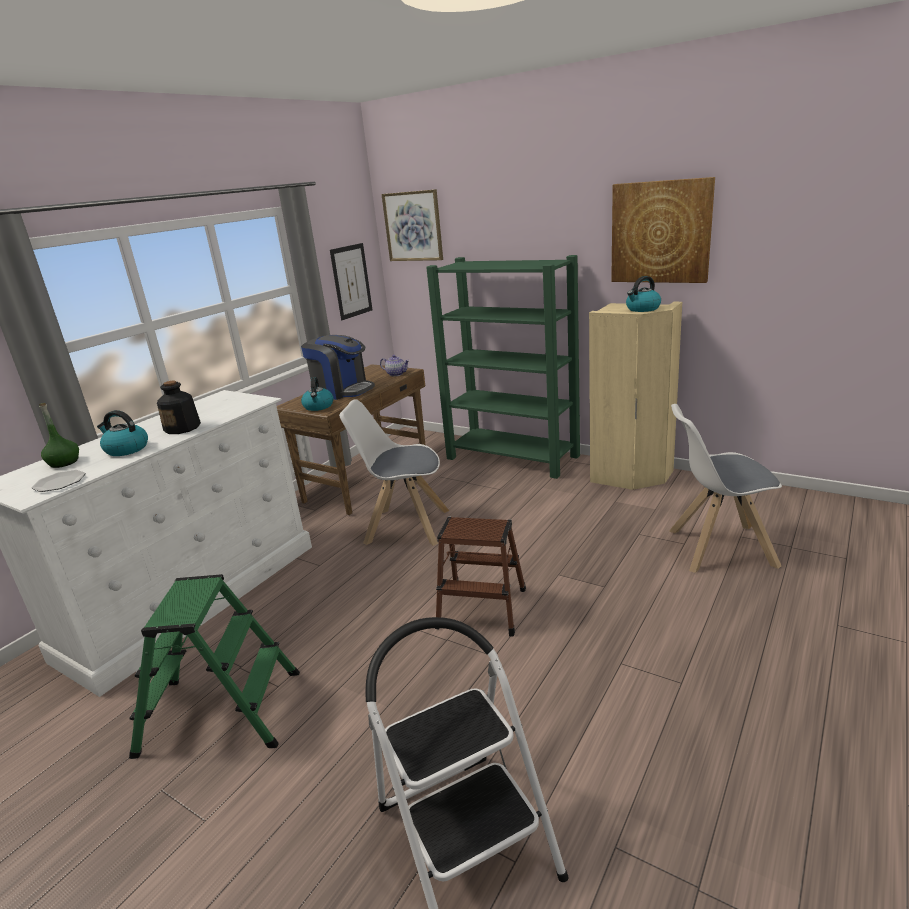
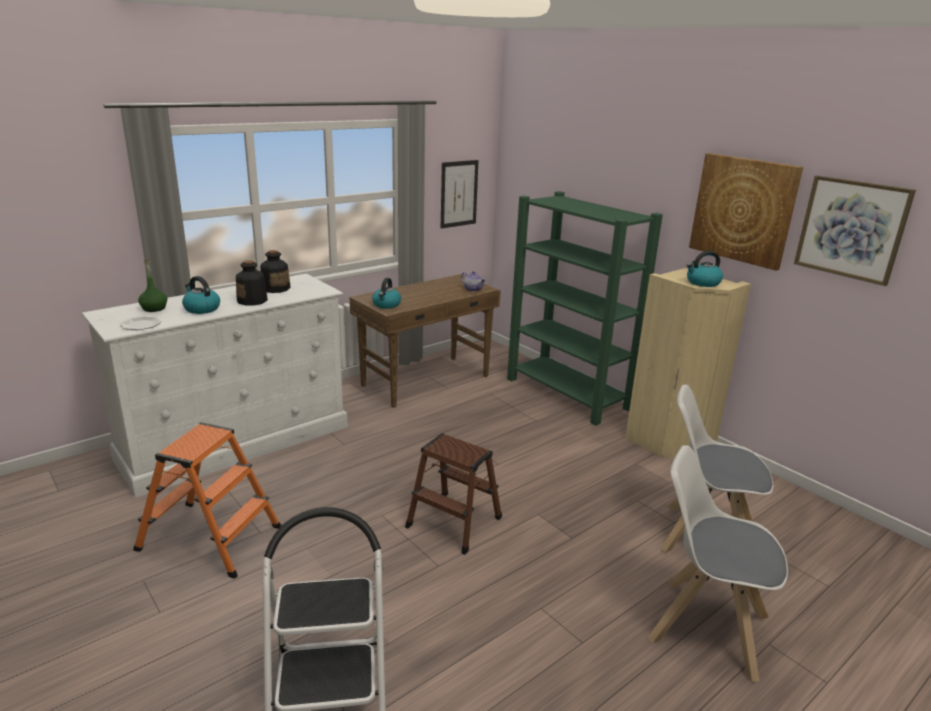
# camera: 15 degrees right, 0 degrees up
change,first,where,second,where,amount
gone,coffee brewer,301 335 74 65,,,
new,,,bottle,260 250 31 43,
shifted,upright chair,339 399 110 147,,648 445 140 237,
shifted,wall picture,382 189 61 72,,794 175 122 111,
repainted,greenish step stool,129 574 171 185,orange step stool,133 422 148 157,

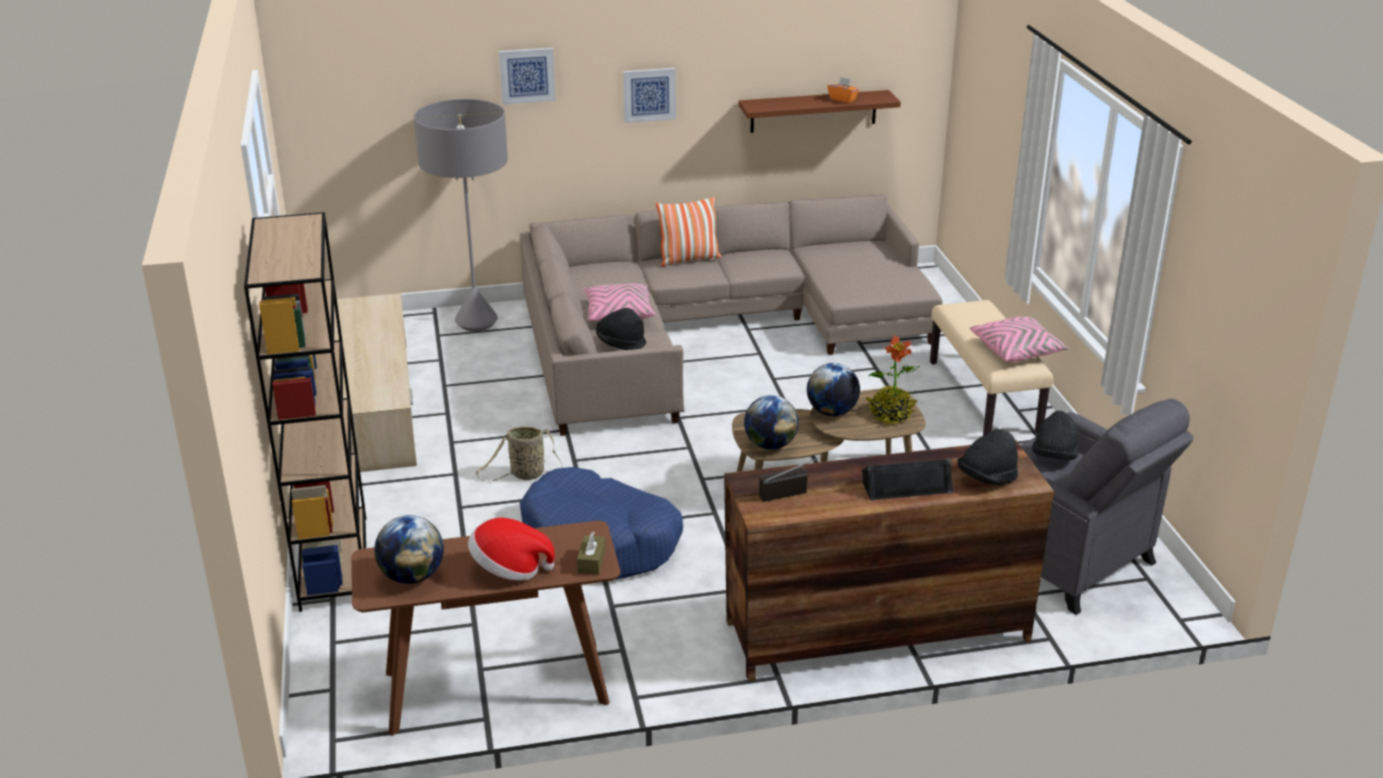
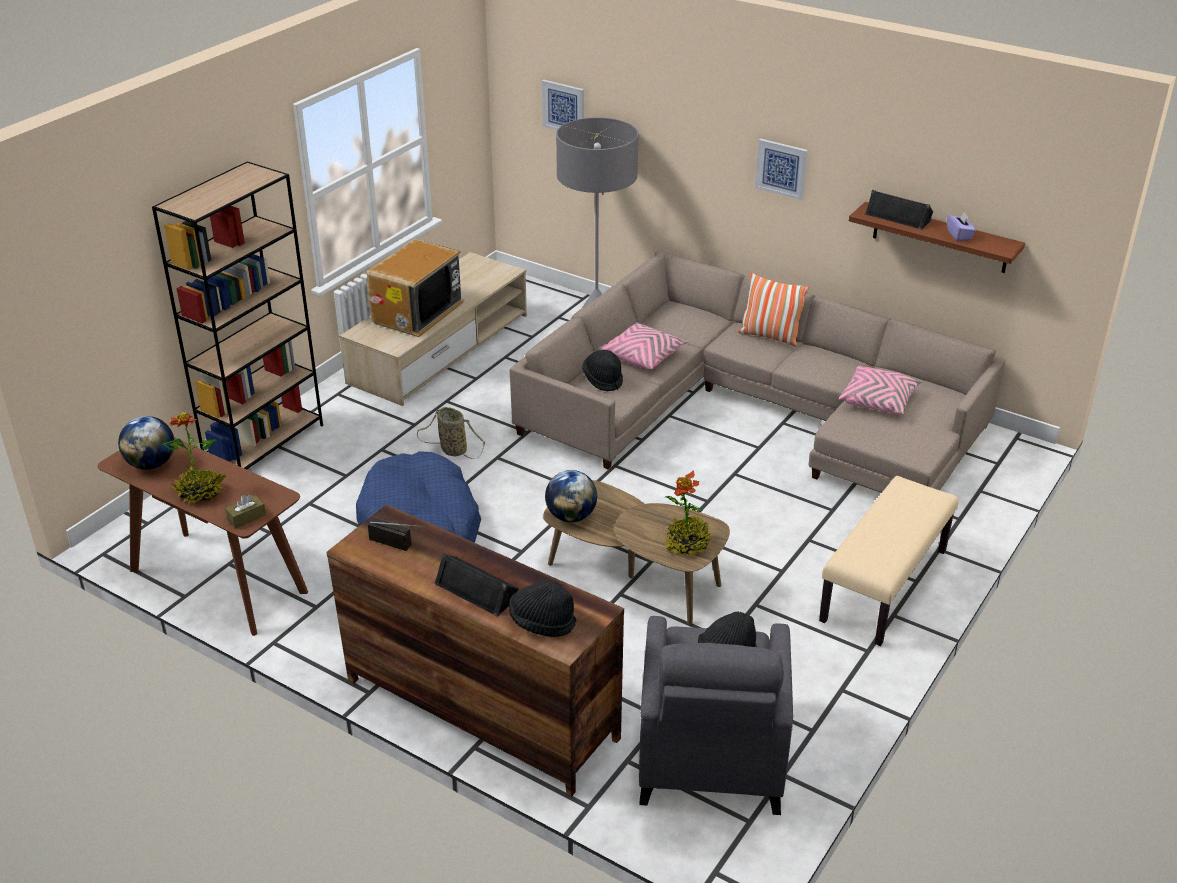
# camera: 45 degrees right, 5 degrees up
change,first,where,second,where,amount
gone,desk globe,807 363 53 53,,,
new,,,television,367 239 97 98,
new,,,black audio speaker,865 190 68 40,
shifted,wall picture,499 48 57 56,,542 80 42 50,
shifted,pink-coloured throw pillow,970 316 99 46,,839 366 83 49,
swapped,wearable hat,468 517 87 64,potted plant,163 412 63 92,
repainted,orange tissue box,828 77 31 26,purplish tissue box,947 212 29 29,

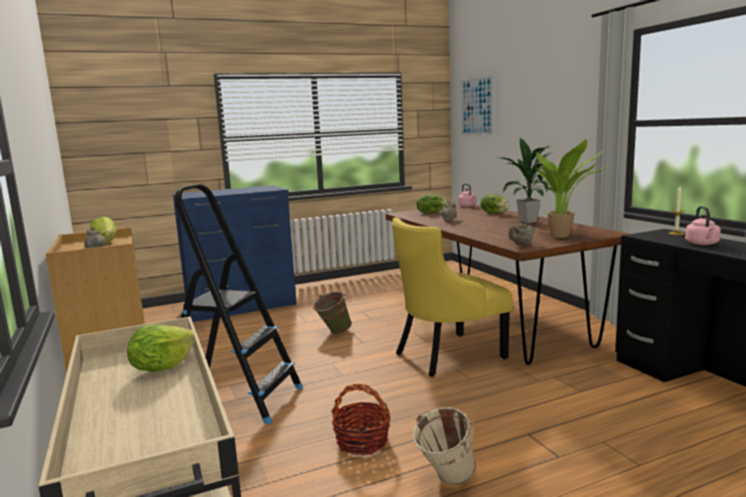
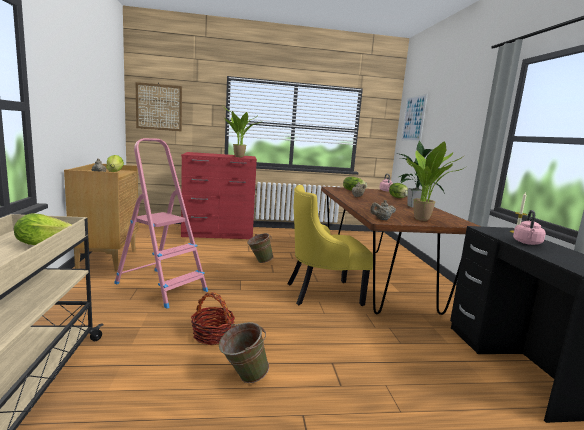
# camera: 15 degrees right, 0 degrees up
change,first,where,second,where,amount
new,,,wall picture,135 82 47 50,
new,,,potted plant,223 106 39 51,
repainted,bluish dresser,173 185 123 137,red dresser,181 152 76 87,
repainted,black step stool,175 184 128 240,pink-coloured step stool,114 138 94 170,
repainted,beige-coloured bucket,413 407 63 78,greenish bucket,219 322 50 61,

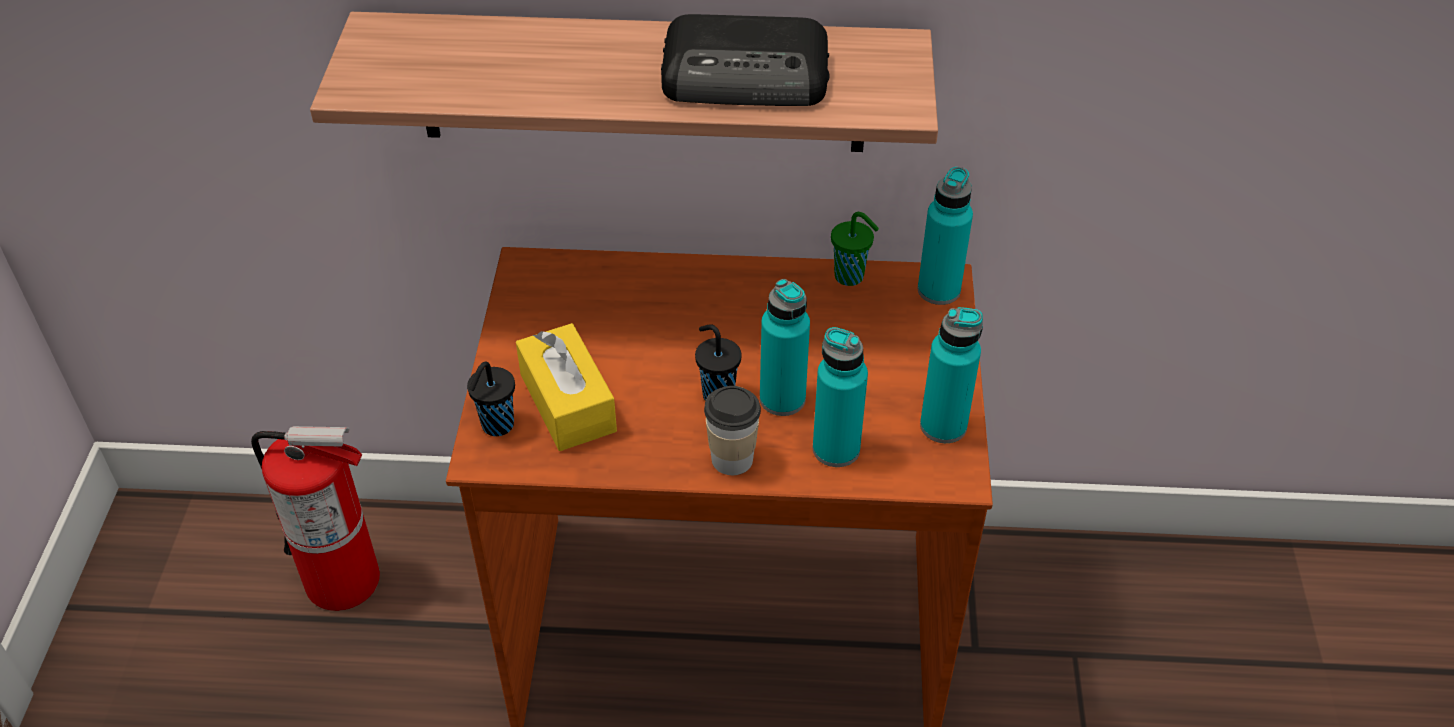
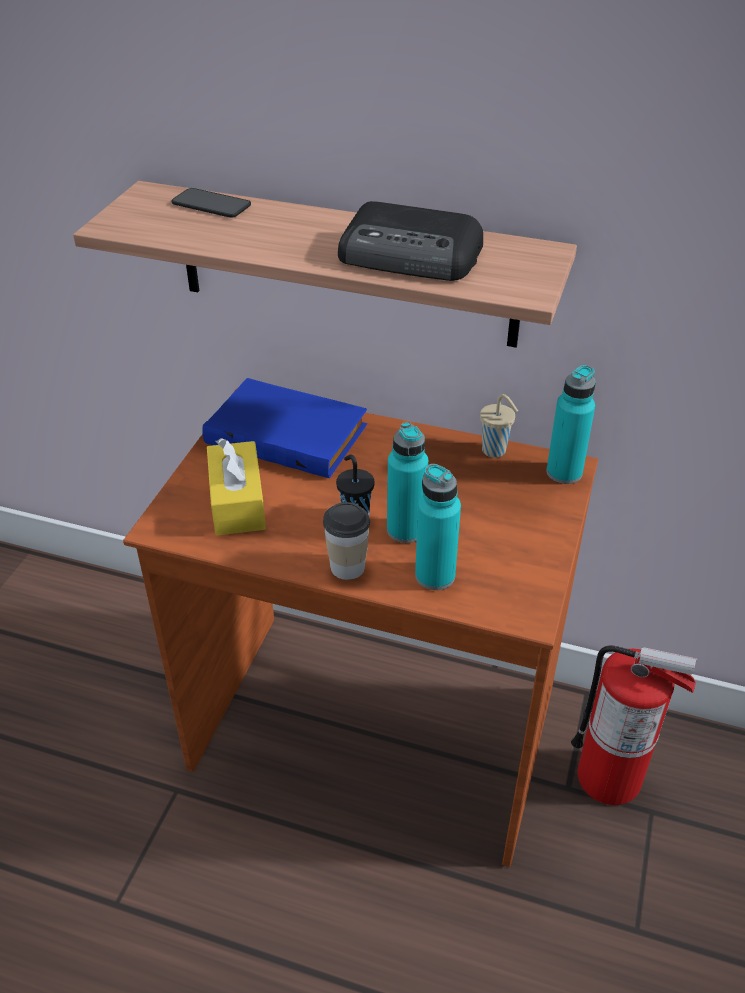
# camera: 15 degrees right, 5 degrees down
change,first,where,second,where,amount
gone,black drinking cup,467 362 48 74,,,
gone,turquoise bottle,920 307 63 136,,,
new,,,handset,172 188 79 30,
new,,,bluish bound book,202 378 165 100,
shifted,fire-fighting cylinder,251 426 129 185,,571 646 126 159,
repainted,greenish drinking cup,831 212 48 74,beige-coloured drinking cup,480 394 38 64,

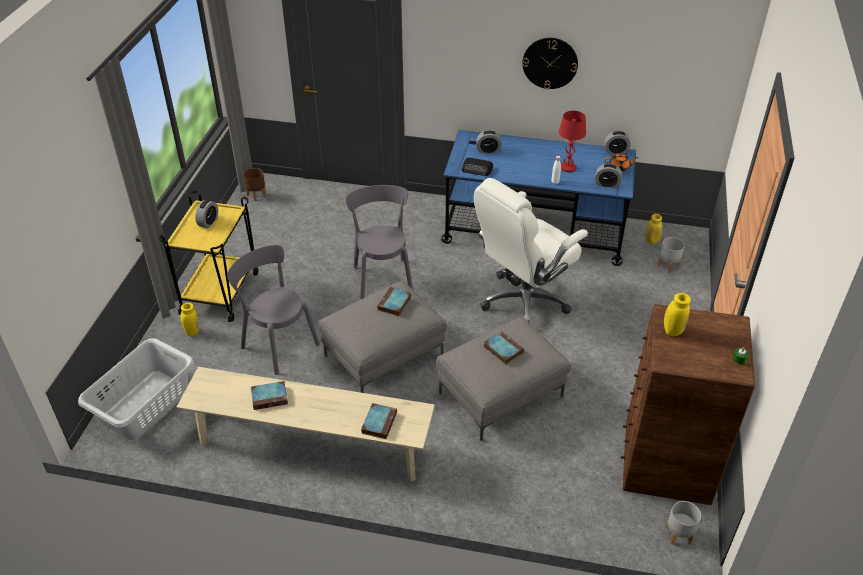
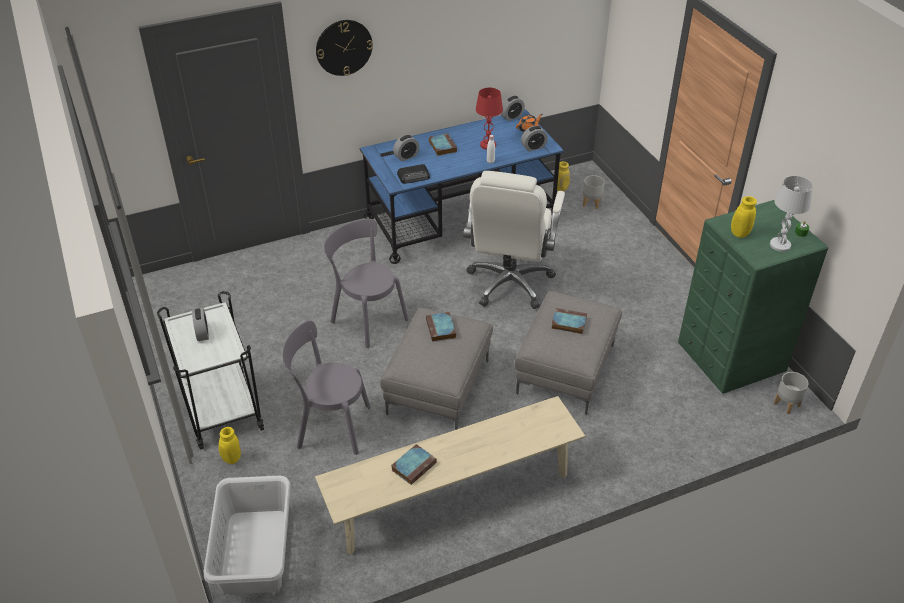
# camera: 35 degrees left, 0 degrees up
change,first,where,second,where,amount
gone,brown plant pot,243 168 24 33,,,
new,,,whitish table lamp,770 176 43 76,
shifted,bound book,361 403 36 36,,429 133 28 23,
shifted,clock on the wall,522 38 56 51,,316 20 57 56,
repainted,yellow-coloured trolley,159 191 100 131,whitish trolley,157 291 107 159,
repainted,brown dresser,621 304 134 201,greenish dresser,678 200 150 194,

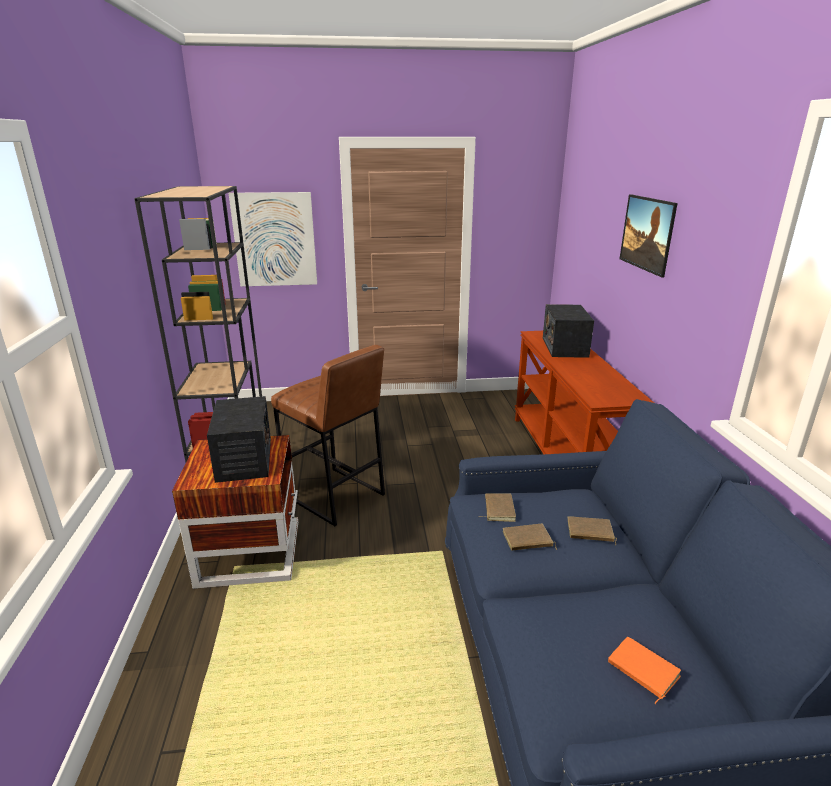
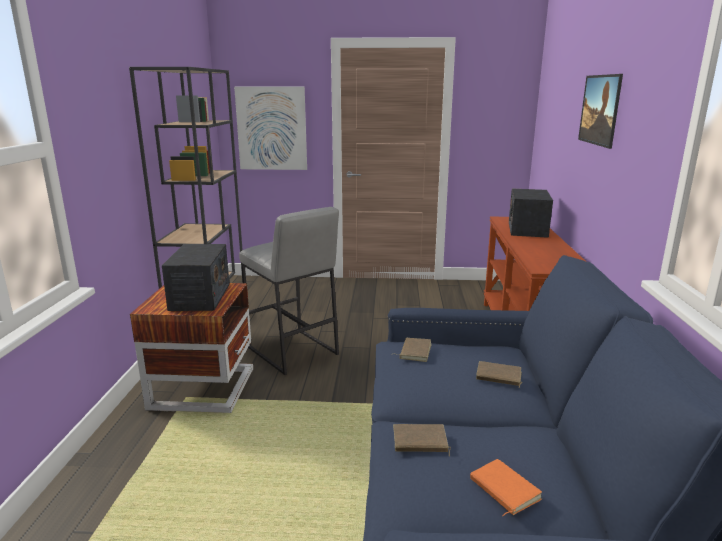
# camera: 10 degrees right, 5 degrees down
change,first,where,second,where,amount
shifted,brown bound book,502 523 55 28,,393 424 58 32,
repainted,brown stool,271 345 114 181,grey stool,239 207 100 168,

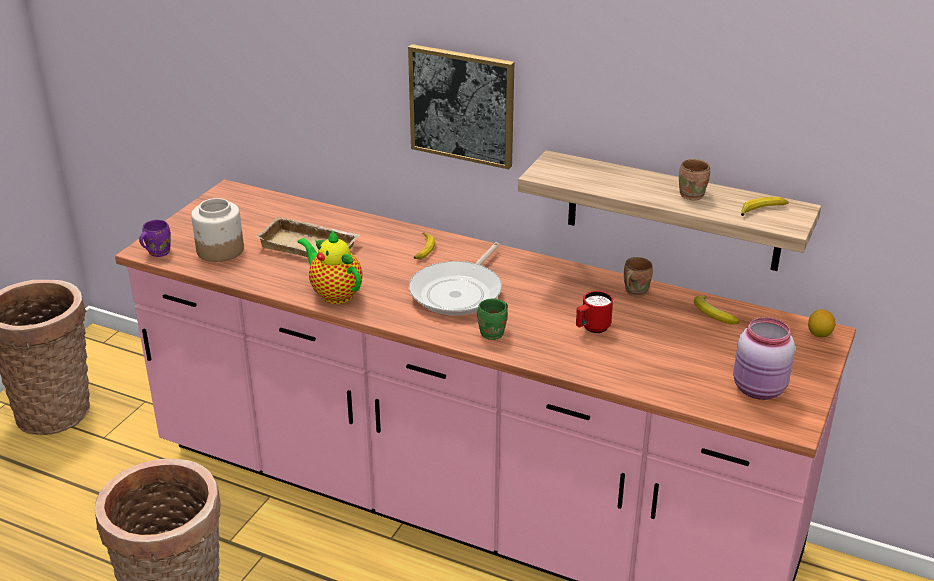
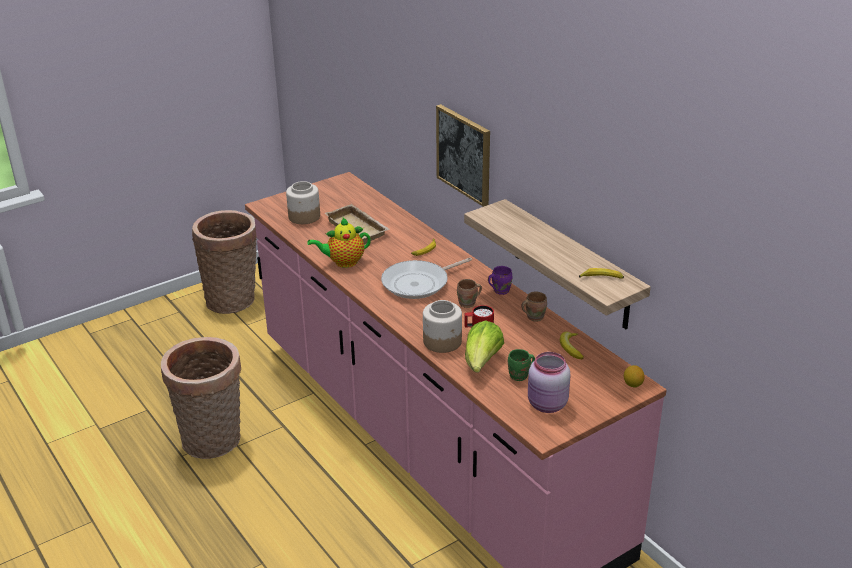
# camera: 30 degrees right, 0 degrees up
change,first,where,second,where,amount
new,,,jar,423 300 39 53,
new,,,head of lettuce,465 320 39 53,
shifted,purplish tea mug,139 220 32 37,,488 266 24 29,
shifted,greenish tea mug,477 298 31 42,,508 349 27 32,
shifted,brown tea mug,679 159 31 41,,457 279 25 29,
rotated,teapot,297 229 66 75,,307 217 64 51,90 degrees counterclockwise

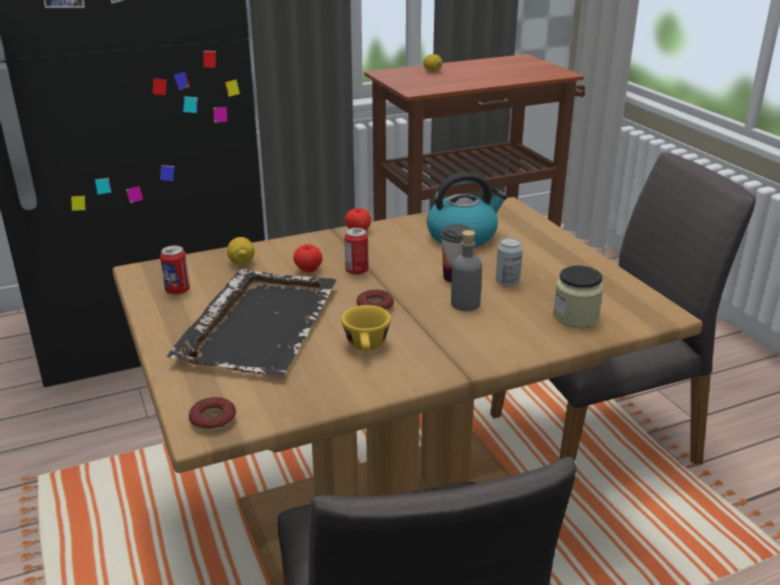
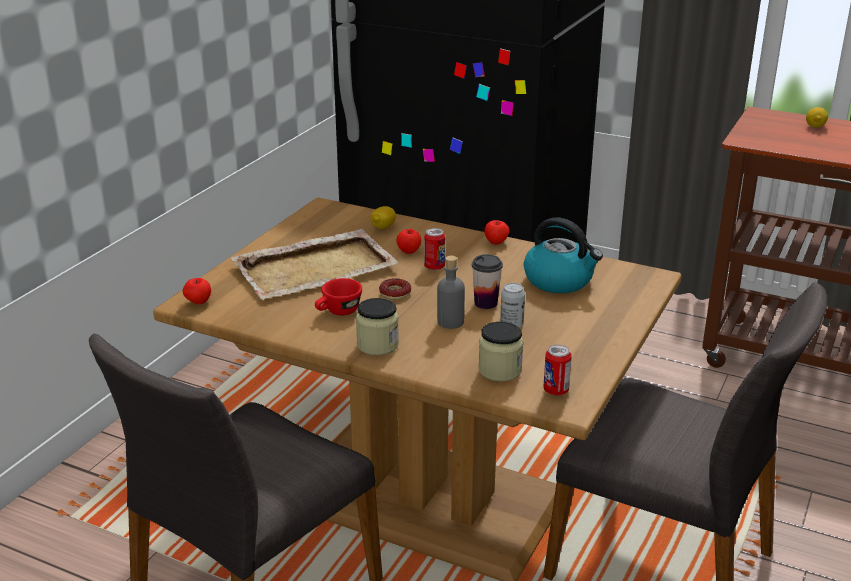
# camera: 50 degrees right, 0 degrees up
change,first,where,second,where,amount
new,,,jar,356 298 43 58,
shifted,metal can,160 246 30 49,,543 345 29 51,
swapped,donut,189 397 47 35,apple,183 278 28 26,
repainted,black tray,167 269 170 108,beige-coloured tray,231 229 168 71,
repainted,yellow-coloured drinking cup,341 305 50 47,red drinking cup,315 278 47 37,

